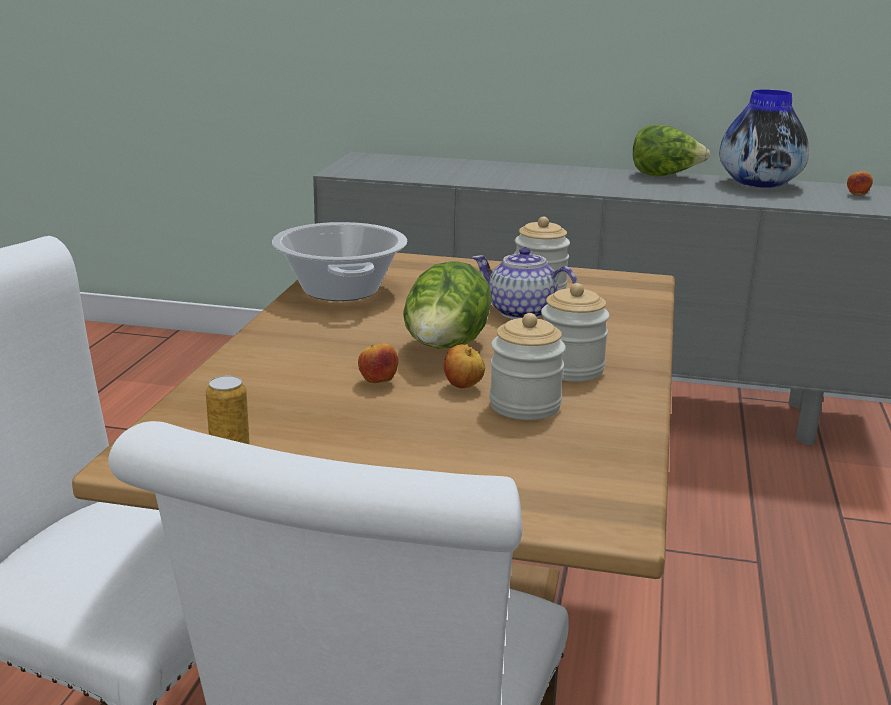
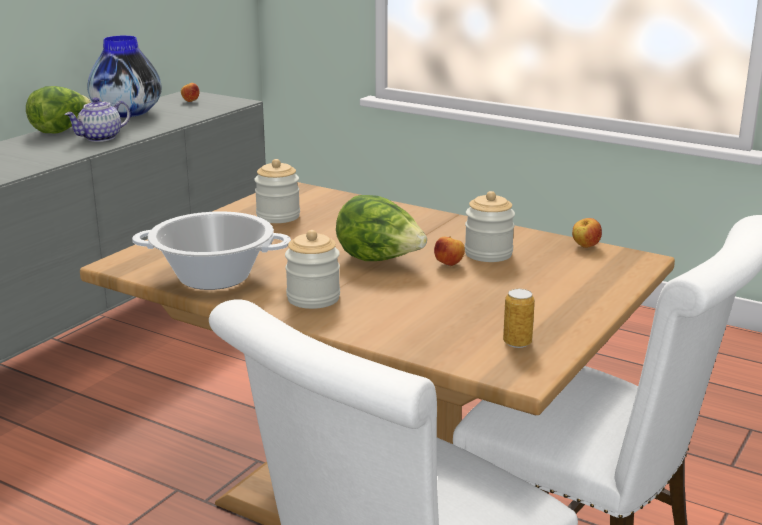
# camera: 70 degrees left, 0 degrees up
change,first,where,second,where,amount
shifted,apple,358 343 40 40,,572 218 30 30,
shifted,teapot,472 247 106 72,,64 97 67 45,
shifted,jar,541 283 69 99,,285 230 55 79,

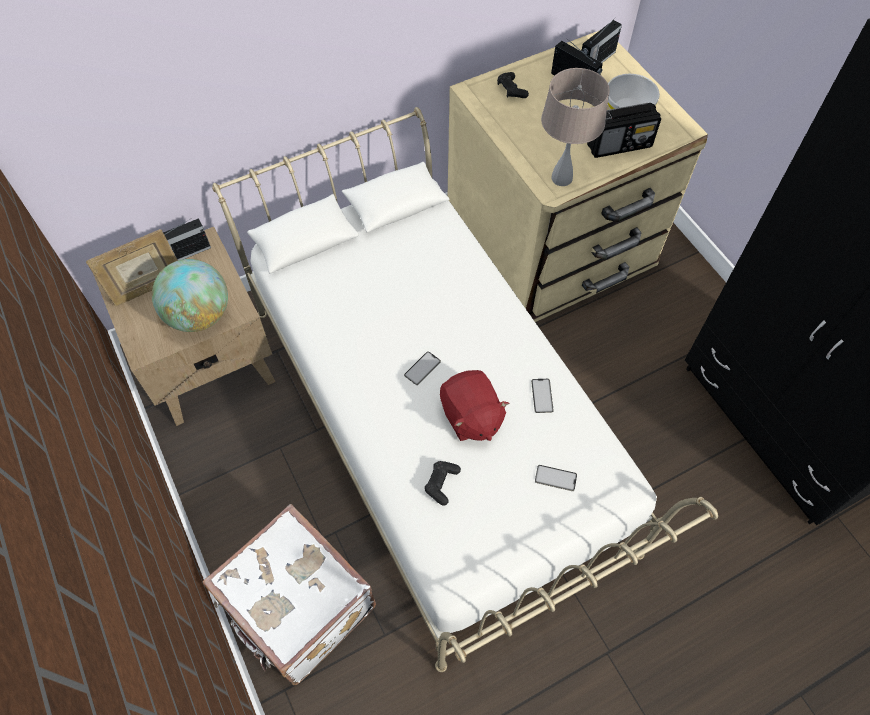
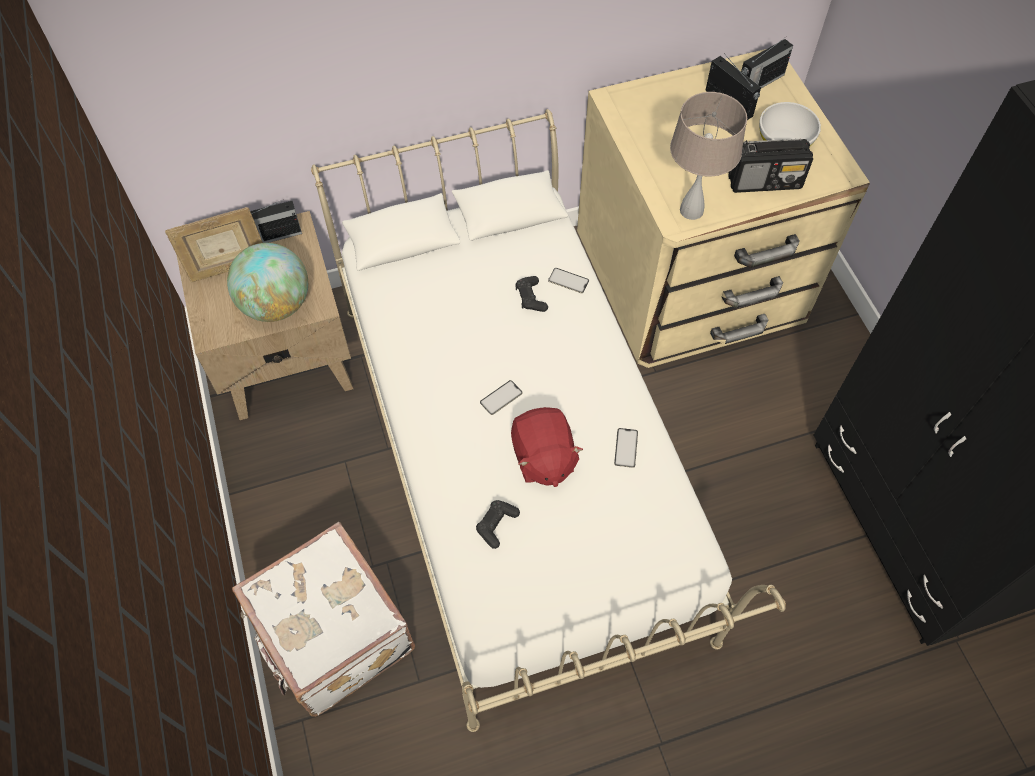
# camera: 10 degrees right, 0 degrees up
change,first,where,second,where,amount
shifted,black game controller,497 72 32 26,,515 276 33 36,
shifted,handset,535 465 42 26,,548 268 41 25,

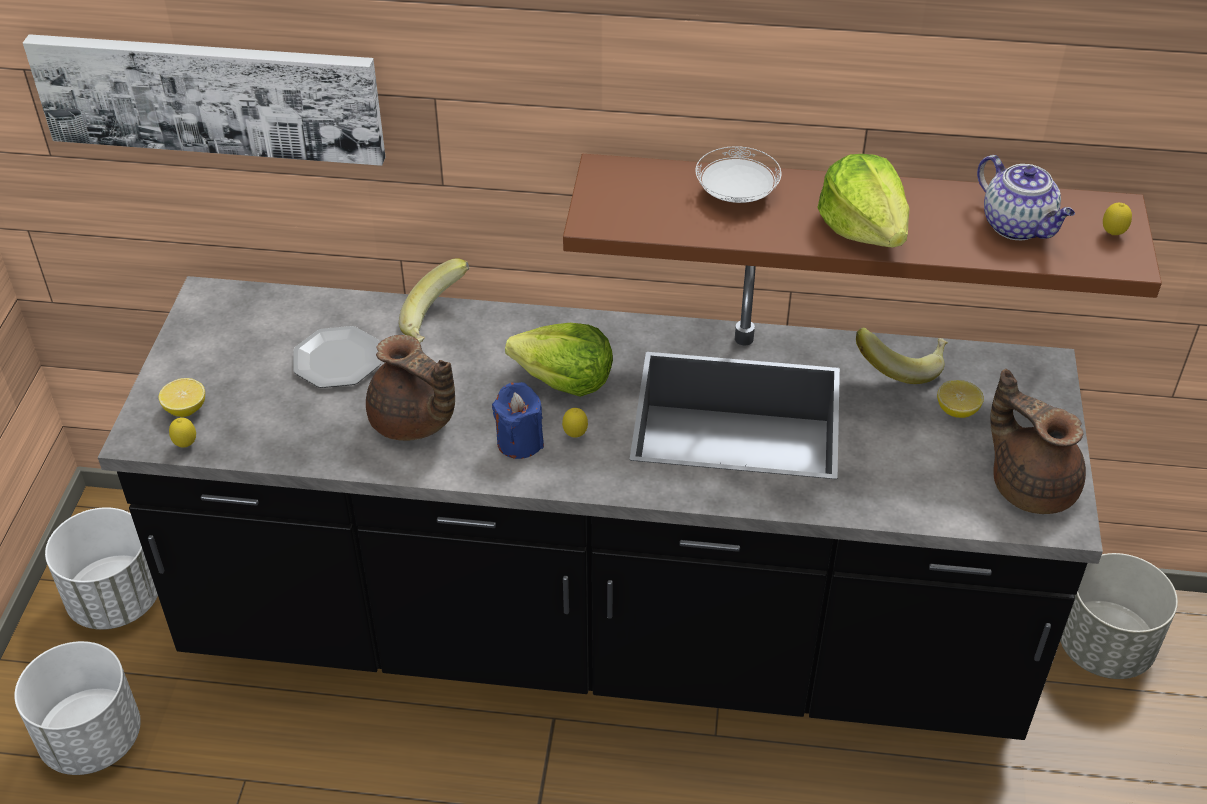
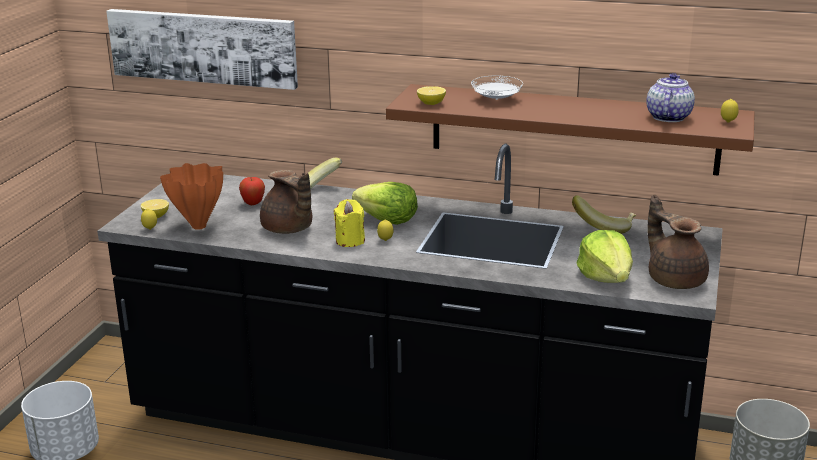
# camera: 10 degrees right, 20 degrees down
change,first,where,second,where,amount
gone,whitish plant pot,45 507 113 123,,,
new,,,orange decorative vase,160 163 63 67,
shifted,head of lettuce,817 154 93 93,,576 230 57 53,
shifted,lemon,937 380 47 38,,417 86 29 19,
swapped,flat dish,293 326 88 62,apple,239 177 26 28,
repainted,bluish candle,492 382 52 77,yellow-coloured candle,333 199 32 48,
rotated,teapot,977 155 98 85,,646 73 49 49,135 degrees counterclockwise

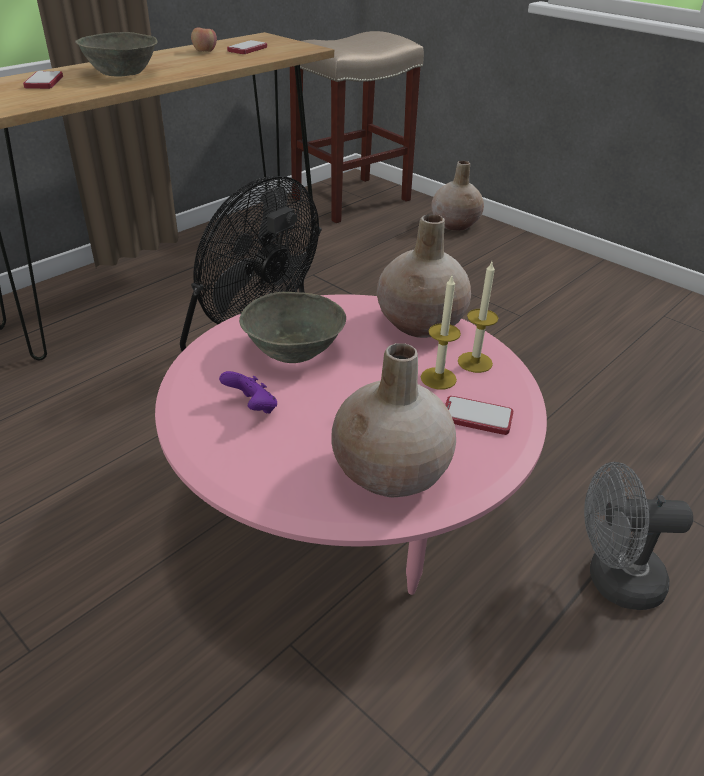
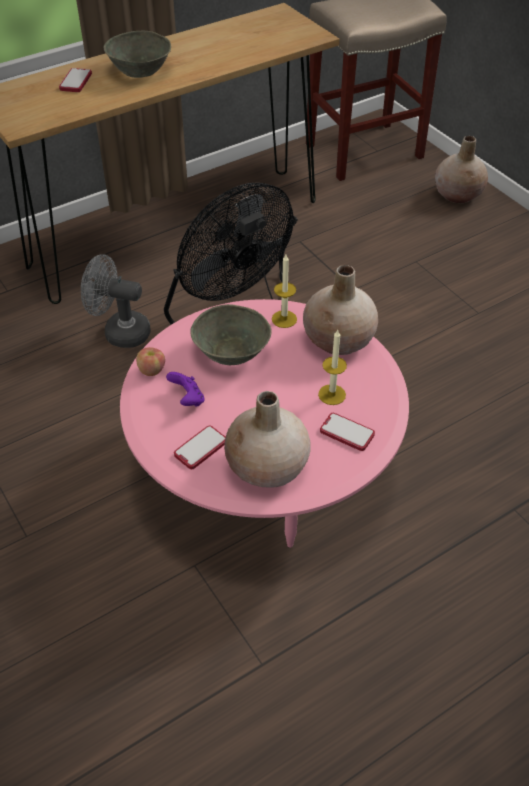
# camera: 15 degrees right, 10 degrees up
change,first,where,second,where,amount
shifted,apple,191 27 26 25,,136 347 29 29,
shifted,handset,227 40 40 14,,174 425 52 44,
shifted,candle,458 262 40 111,,272 255 25 73,
shifted,grey cooling fan,584 462 109 148,,81 254 70 94,

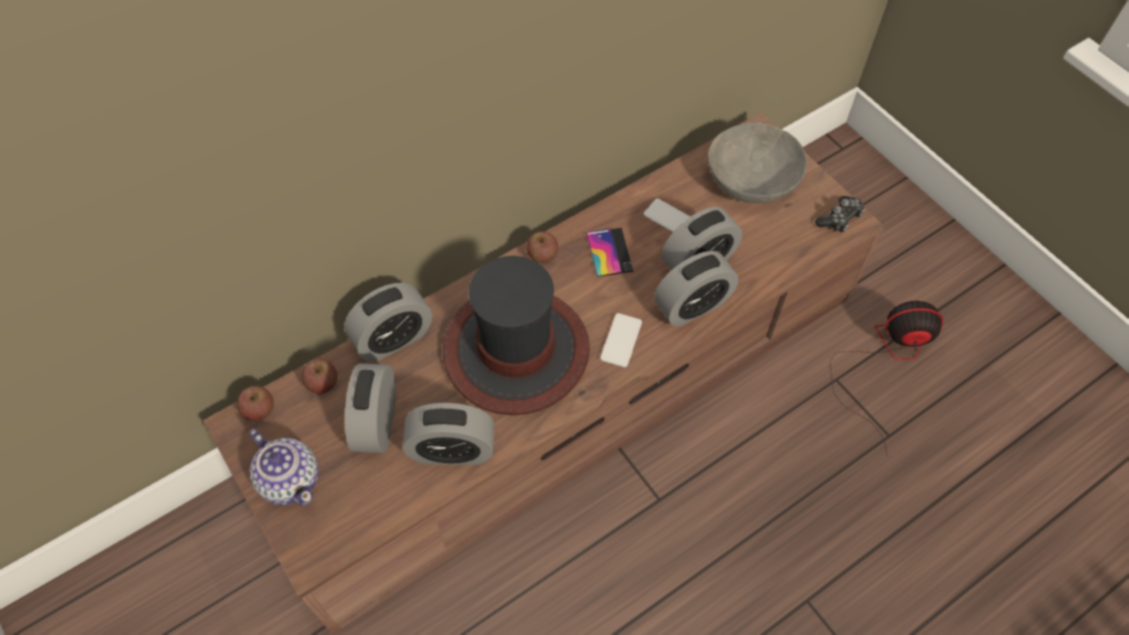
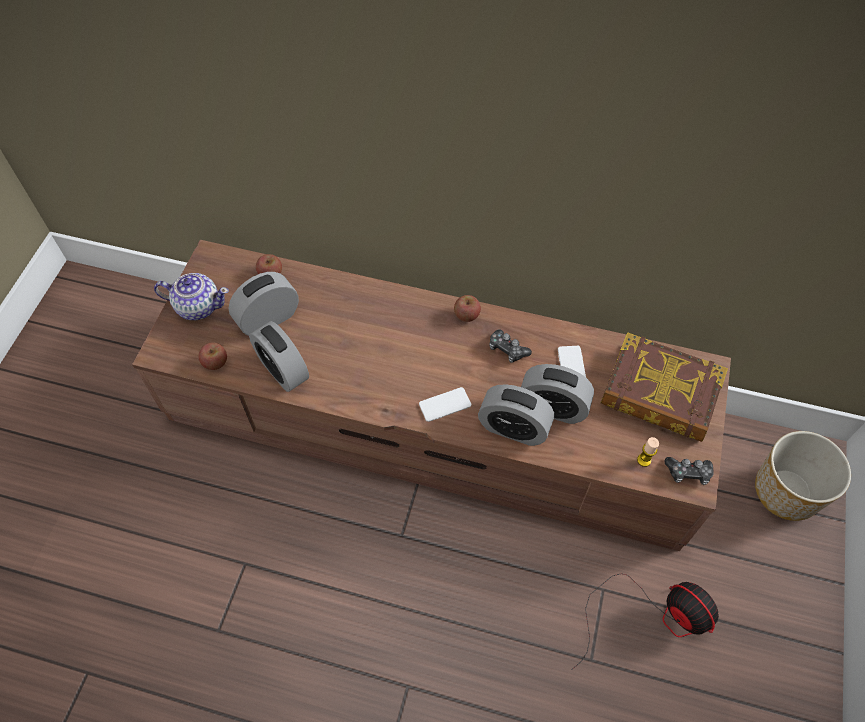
# camera: 50 degrees right, 0 degrees up
change,first,where,second,where,amount
gone,alarm clock,344 283 88 79,,,
gone,wearable hat,443 256 147 159,,,
new,,,candle,637 437 22 30,
new,,,plant pot,755 431 96 90,
shifted,apple,237 386 37 35,,199 342 28 28,
swapped,handset,586 228 47 49,game controller,489 329 43 34,
swapped,grey deep dish,708 122 99 81,bound book,601 332 127 110,
rotated,teapot,249 429 70 77,,154 273 75 47,90 degrees counterclockwise

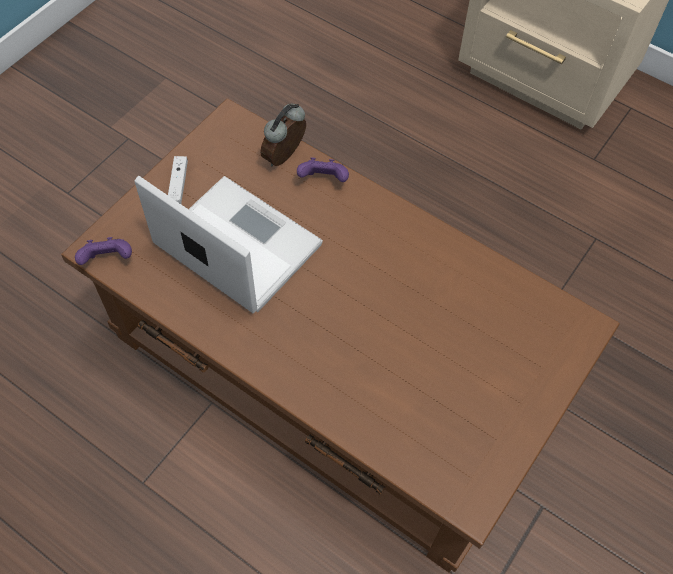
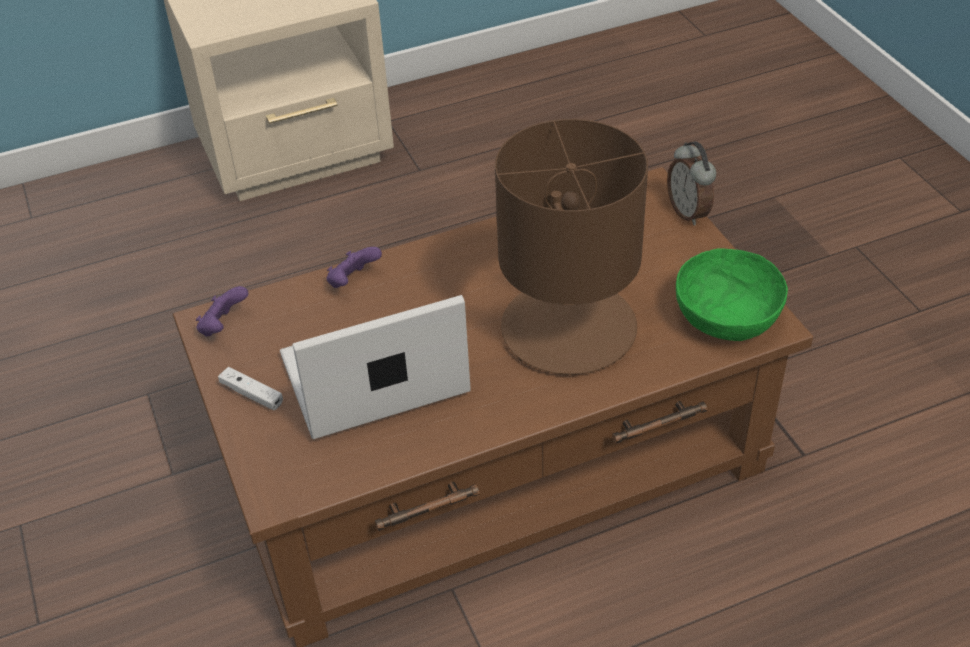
# camera: 55 degrees left, 15 degrees down
change,first,where,second,where,amount
new,,,brown table lamp,495 119 153 255,
new,,,greenish deep dish,676 248 112 93,
shifted,purplish game controller,75 237 57 28,,196 286 53 51,
shifted,alarm clock,260 104 46 62,,667 142 49 83,

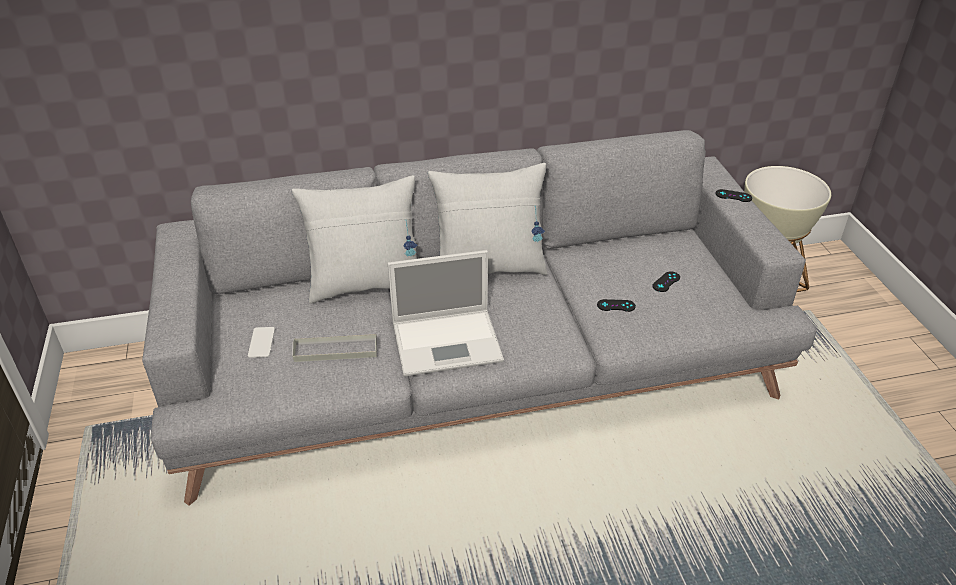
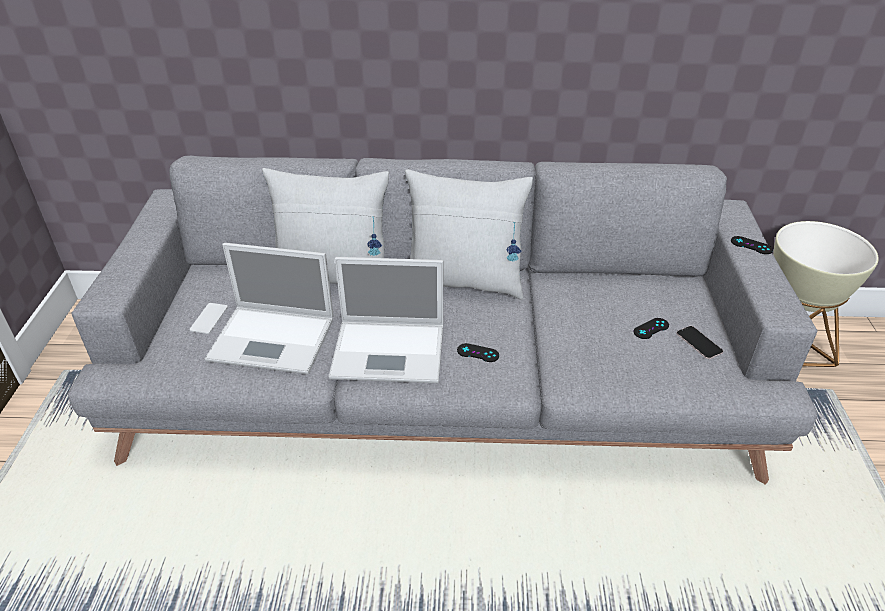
# camera: 15 degrees right, 0 degrees up
change,first,where,second,where,amount
new,,,handset,676 326 47 33,
shifted,black game controller,597 299 39 13,,457 343 42 19,
swapped,grey tray,292 334 85 28,laptop,205 243 129 131,

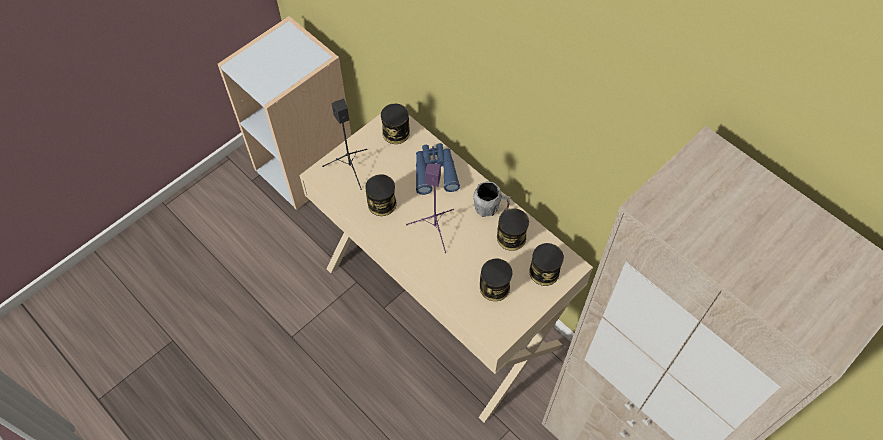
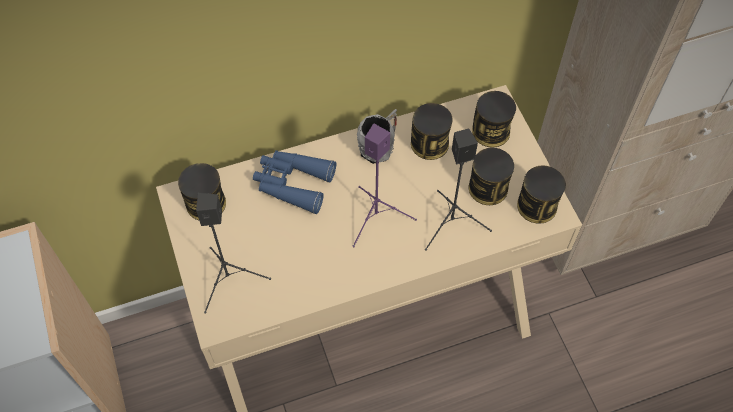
# camera: 65 degrees left, 0 degrees up
change,first,where,second,where,amount
new,,,black audio speaker,425 128 67 123,
shifted,metal can,365 174 32 42,,517 165 49 59,

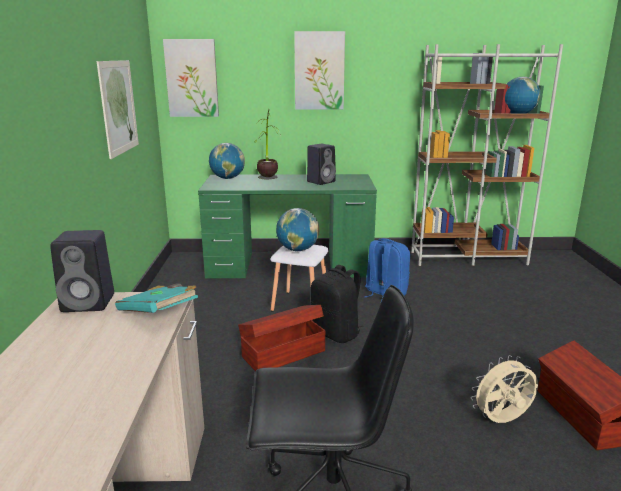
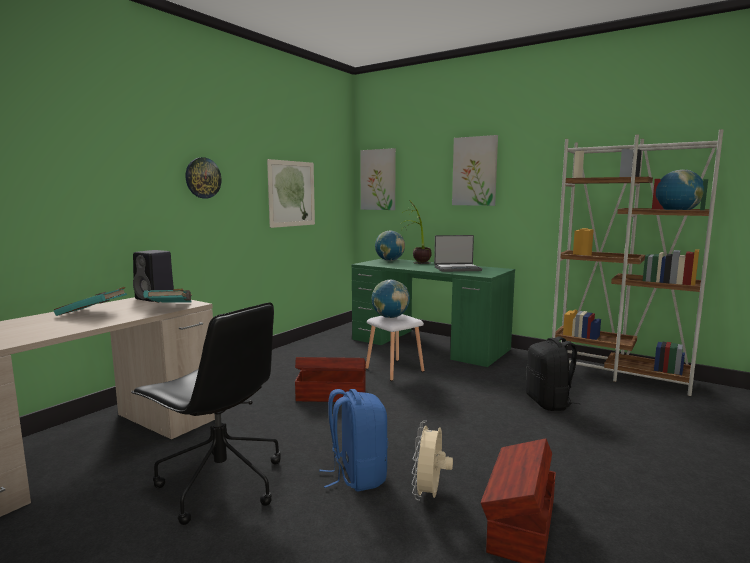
# camera: 35 degrees right, 10 degrees down
change,first,where,second,where,amount
new,,,turquoise bound book,54 287 73 29,
new,,,clock on the wall,186 157 36 41,
shifted,black backpack,311 265 52 78,,526 336 54 75,
shifted,bluish backpack,365 238 45 63,,319 389 69 102,
swapped,black audio speaker,307 144 29 41,laptop,434 235 48 37,
rotated,beige-coloured cooling fan,471 355 67 68,,412 420 41 81,90 degrees counterclockwise

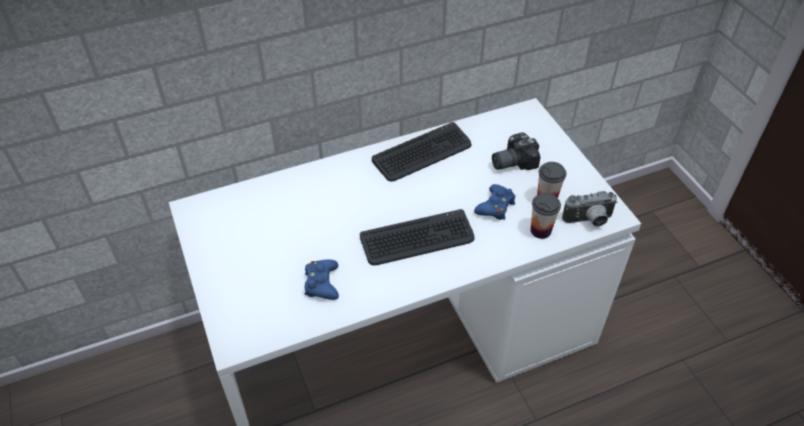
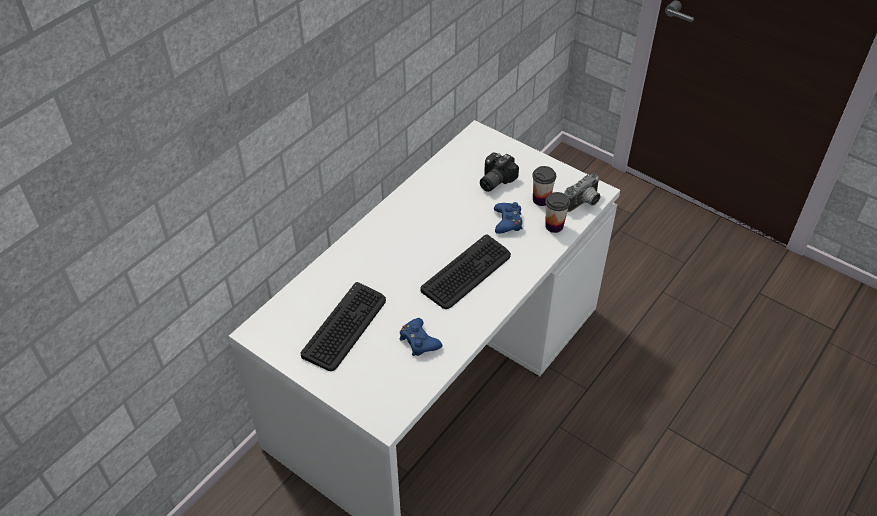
# camera: 30 degrees left, 0 degrees up
change,first,where,second,where,amount
shifted,PC keyboard,372 122 100 59,,301 282 85 89,

